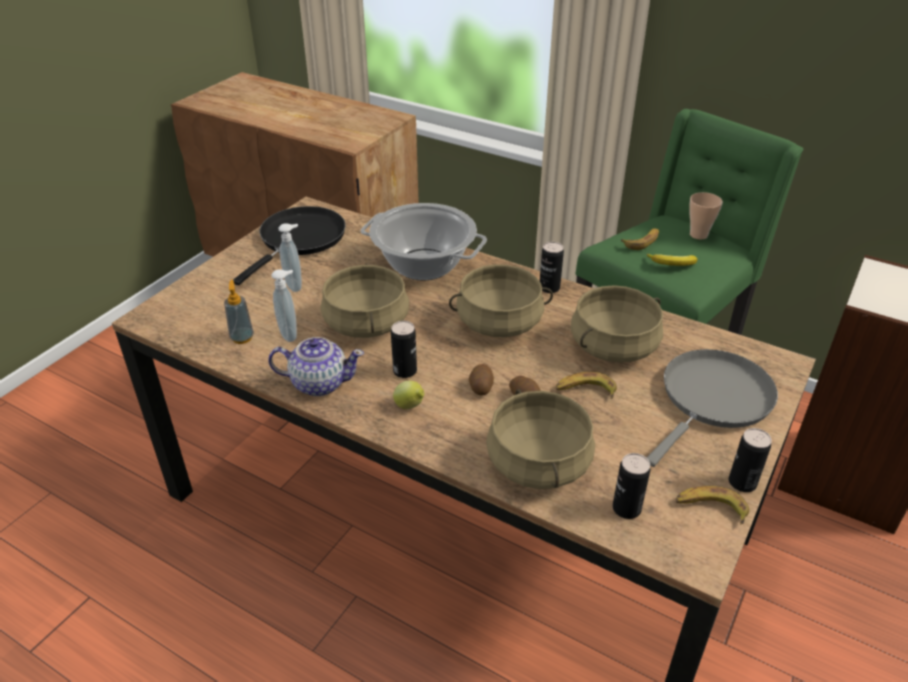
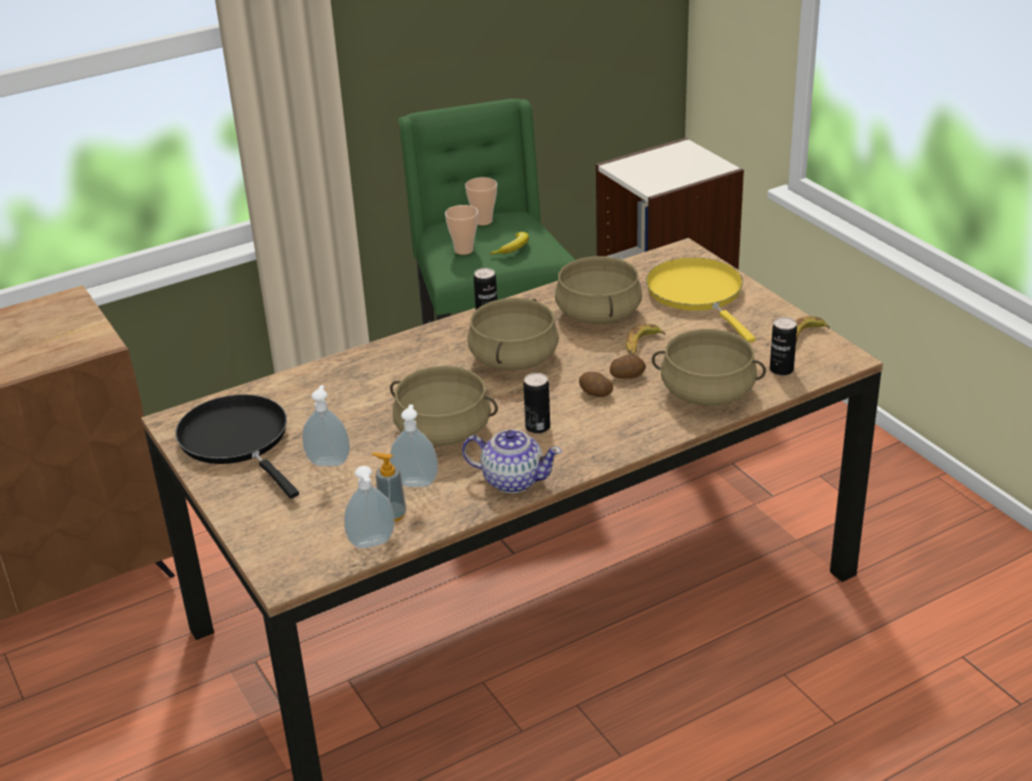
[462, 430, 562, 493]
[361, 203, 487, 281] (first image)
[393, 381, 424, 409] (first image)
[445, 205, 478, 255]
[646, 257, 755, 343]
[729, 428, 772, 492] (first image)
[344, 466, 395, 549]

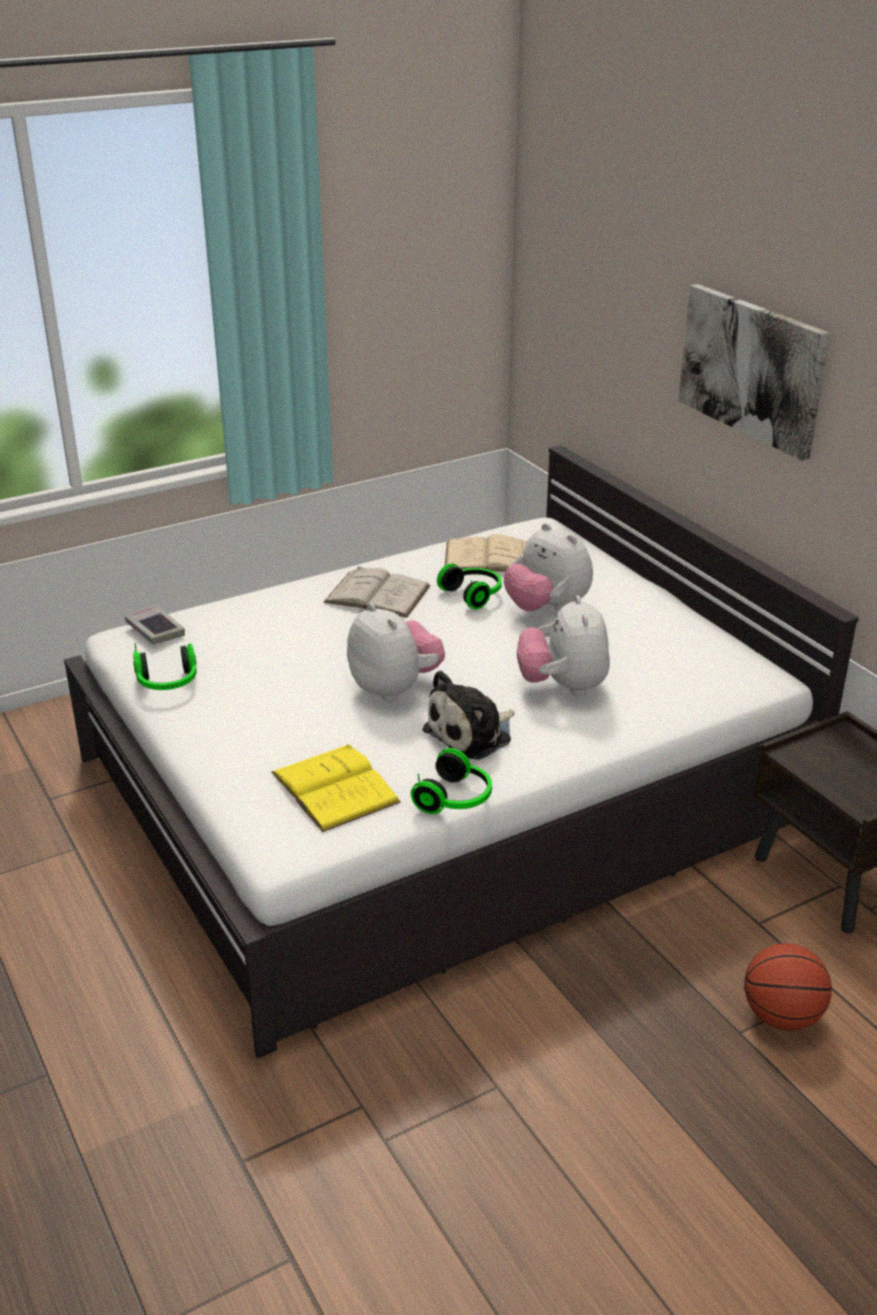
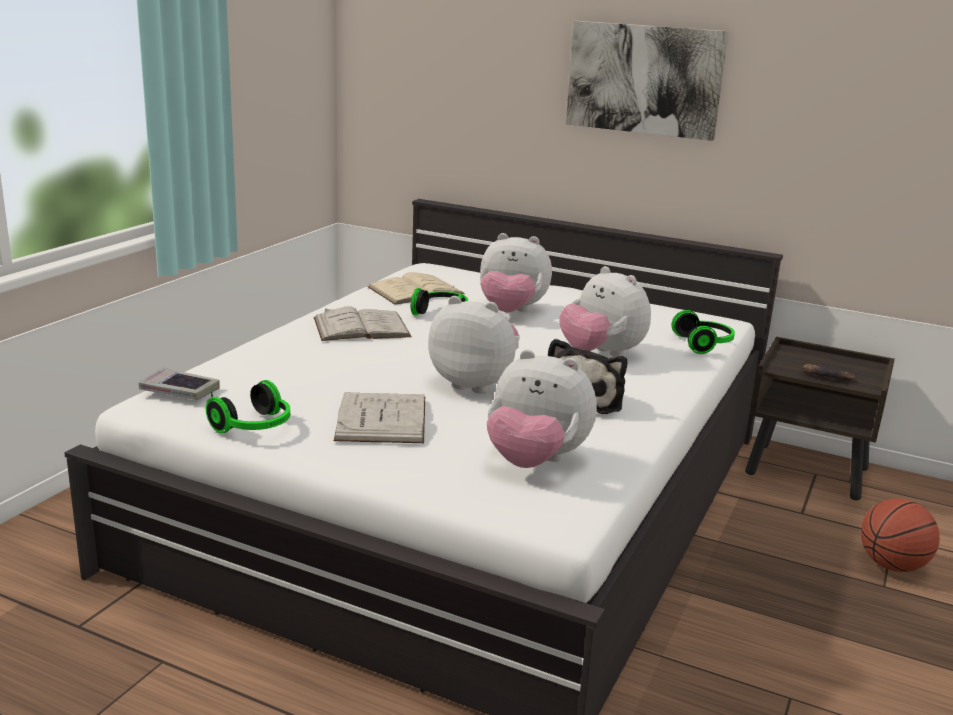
[487, 349, 597, 468]
[672, 310, 735, 354]
[334, 392, 425, 443]
[801, 364, 855, 380]

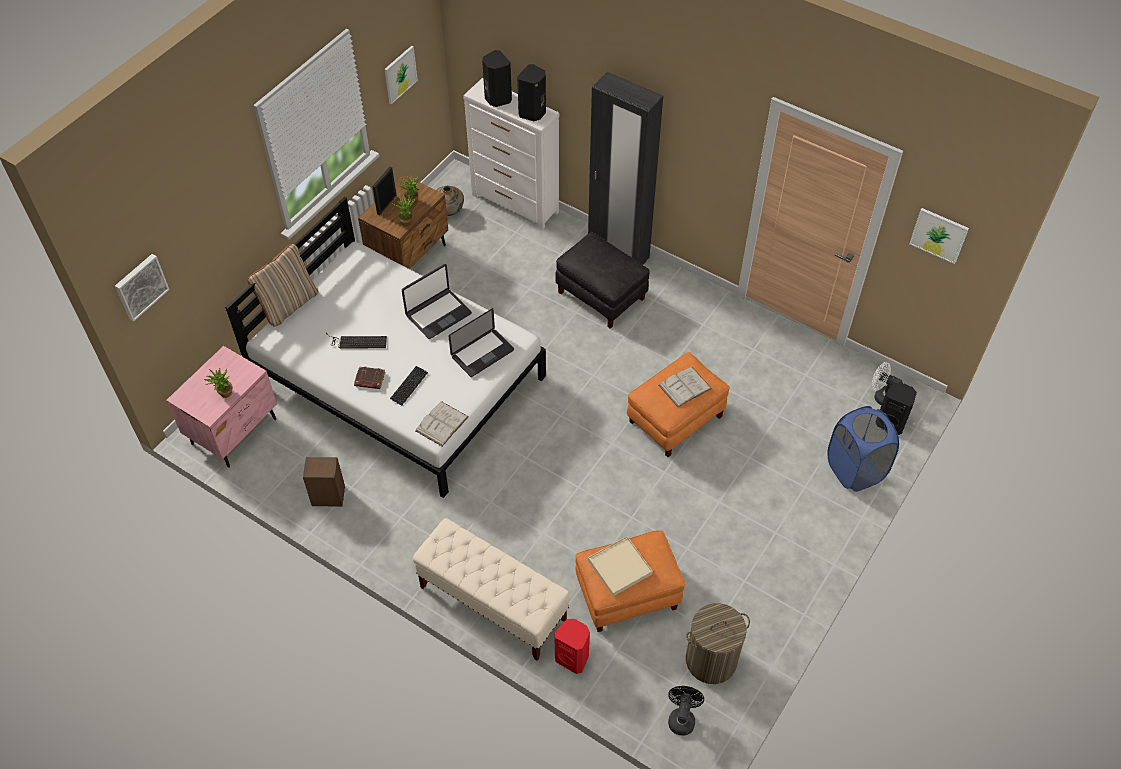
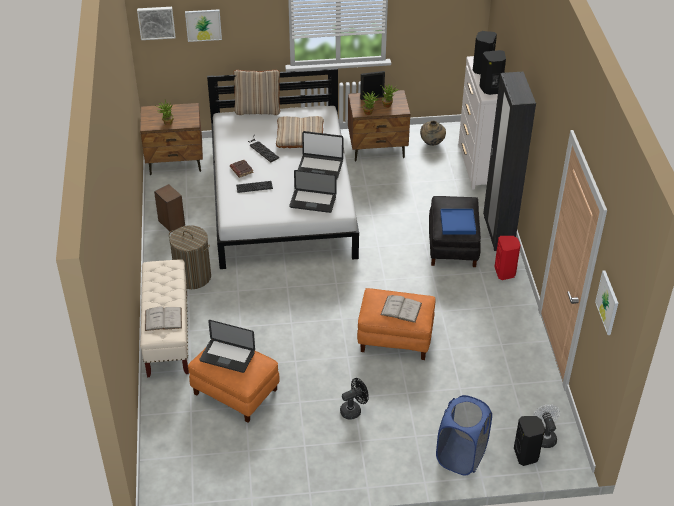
[140, 103, 203, 175]
[185, 9, 222, 42]
[145, 306, 182, 331]
[494, 236, 520, 280]
[199, 320, 255, 373]
[340, 378, 369, 420]
[169, 225, 211, 289]
[276, 116, 324, 148]
[440, 209, 476, 235]

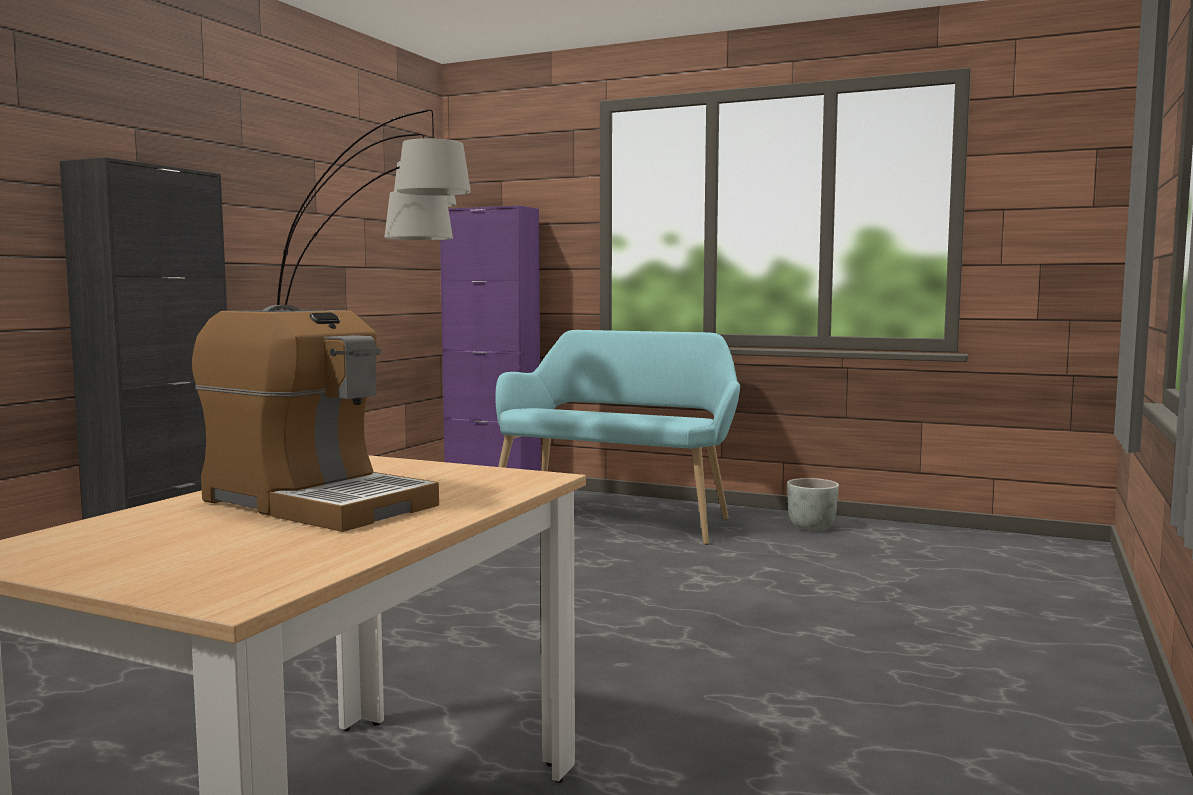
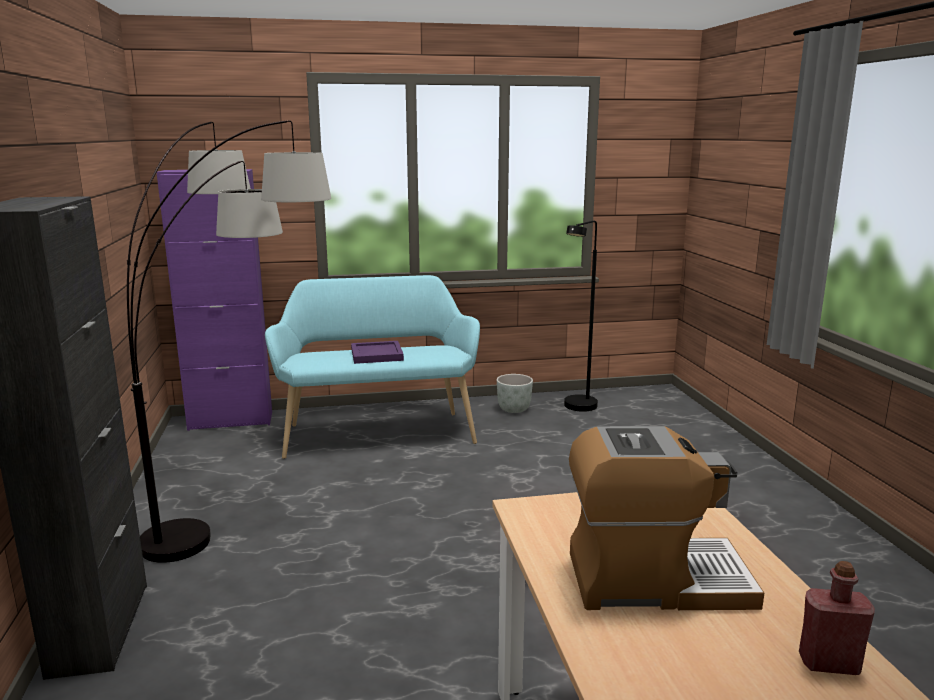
[351, 341, 404, 364]
[564, 221, 598, 412]
[799, 561, 875, 675]

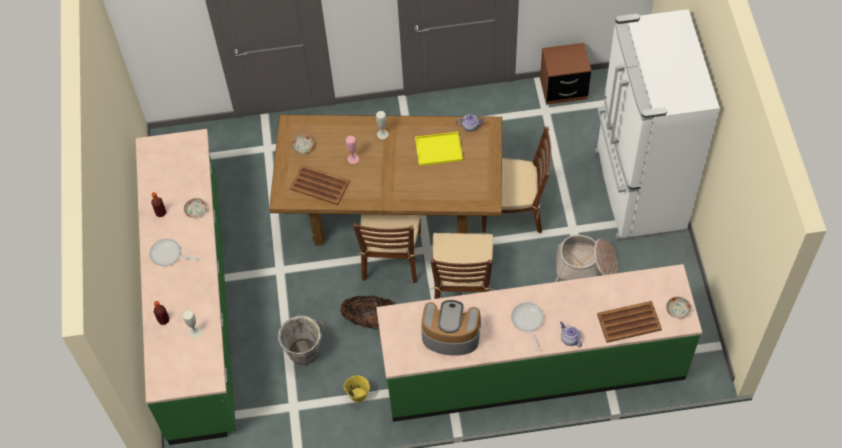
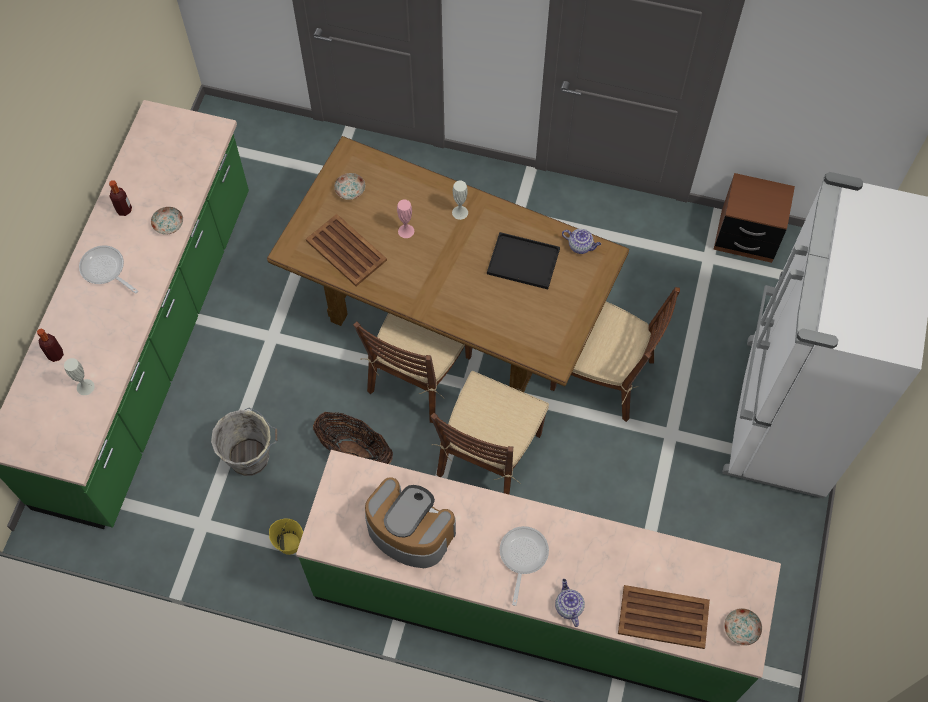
[487, 232, 560, 289]
[555, 235, 618, 282] (first image)

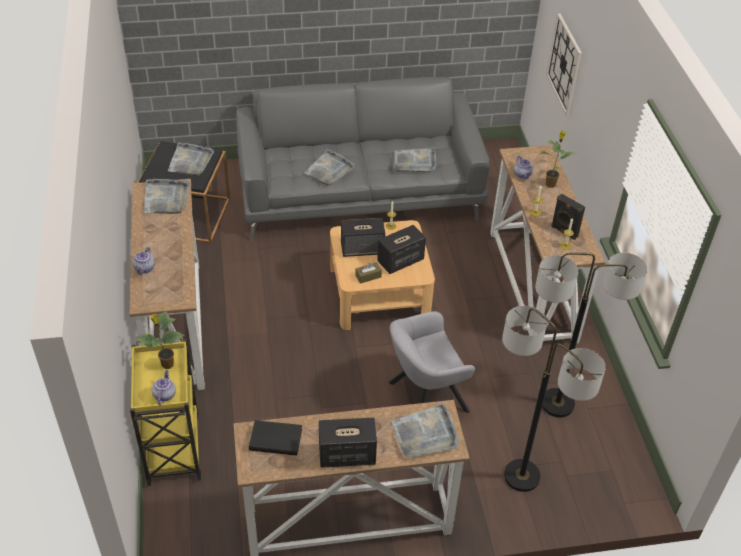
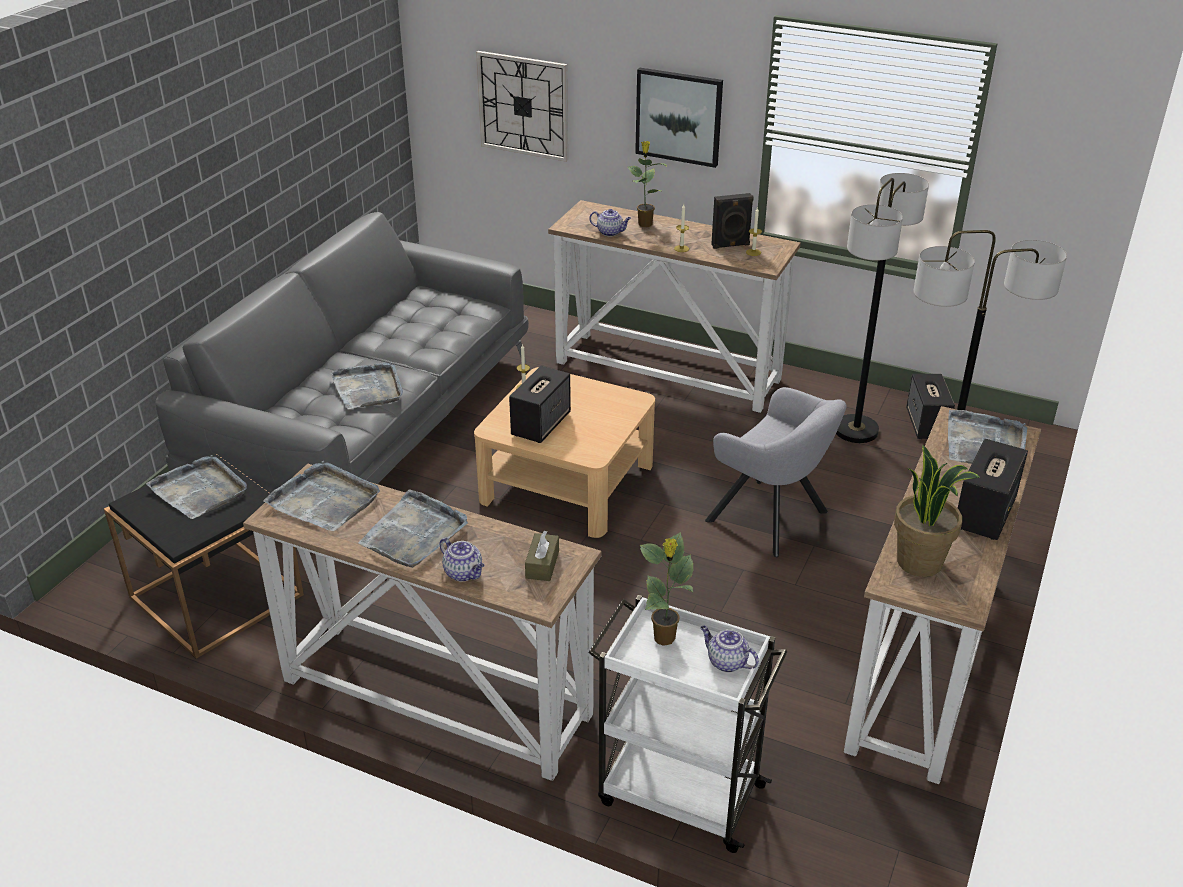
[588, 595, 787, 853]
[894, 445, 980, 577]
[525, 531, 559, 581]
[906, 374, 955, 439]
[705, 387, 847, 557]
[358, 490, 468, 568]
[635, 68, 723, 168]

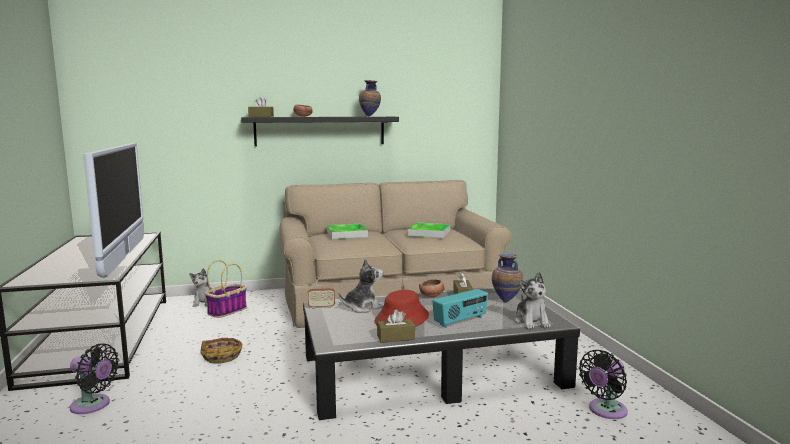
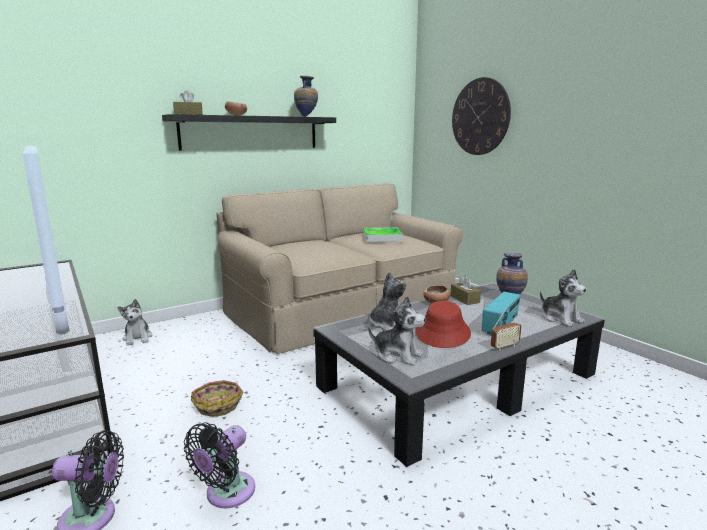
[205, 260, 247, 318] (first image)
[491, 308, 522, 351]
[327, 224, 368, 239] (first image)
[377, 310, 415, 343] (first image)
[184, 423, 255, 508]
[368, 296, 426, 365]
[452, 77, 511, 155]

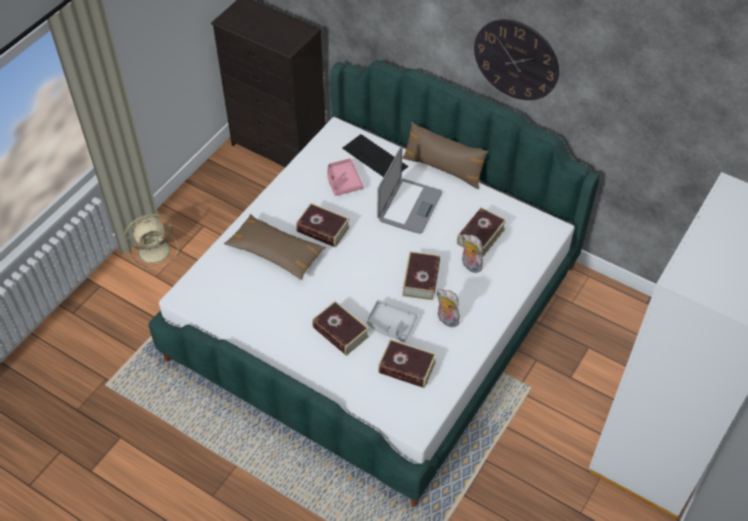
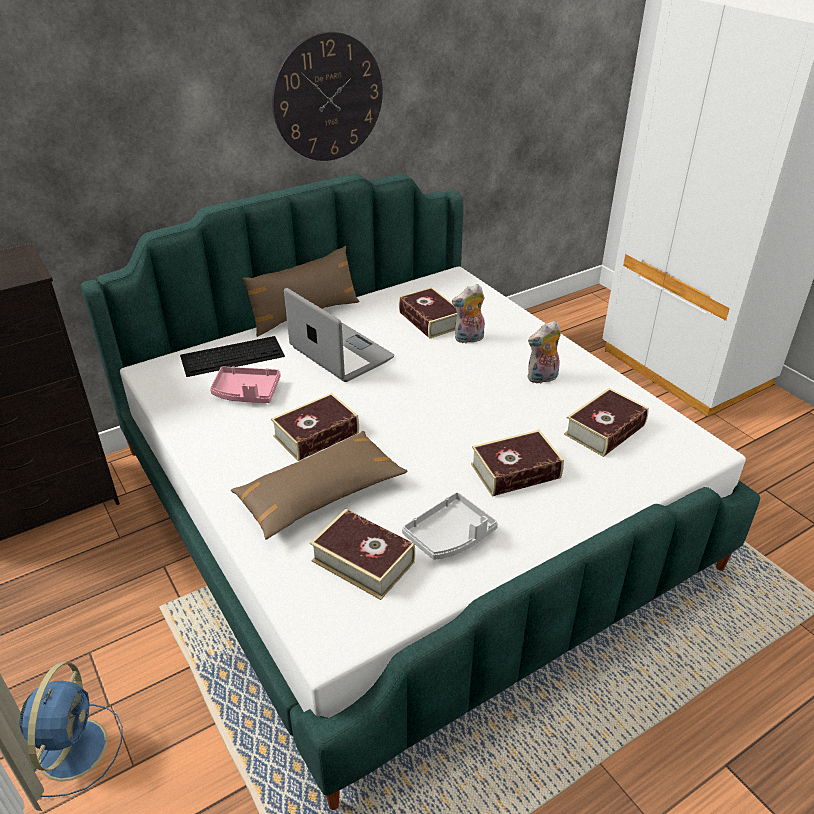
[19, 662, 123, 797]
[402, 492, 498, 560]
[310, 509, 415, 600]

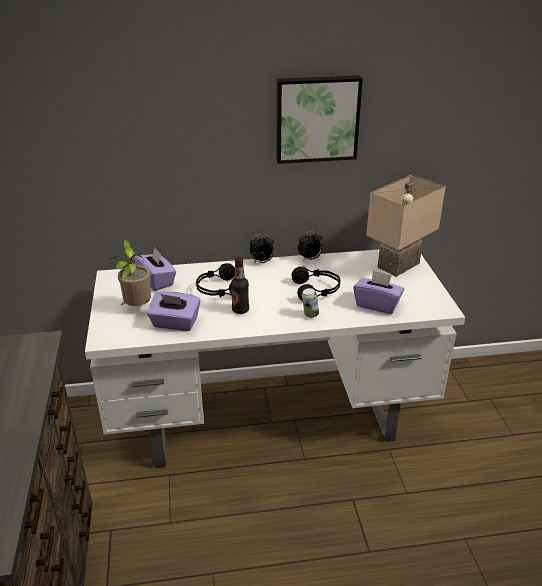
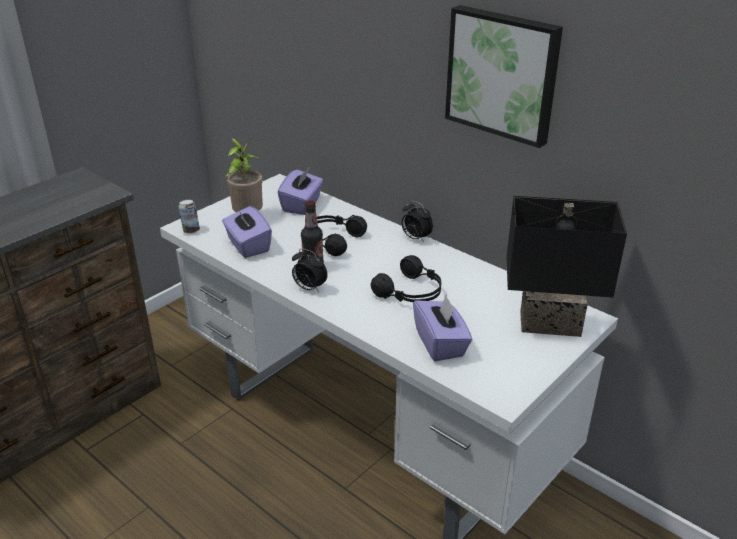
[292, 248, 328, 292]
[179, 200, 200, 234]
[506, 196, 627, 337]

